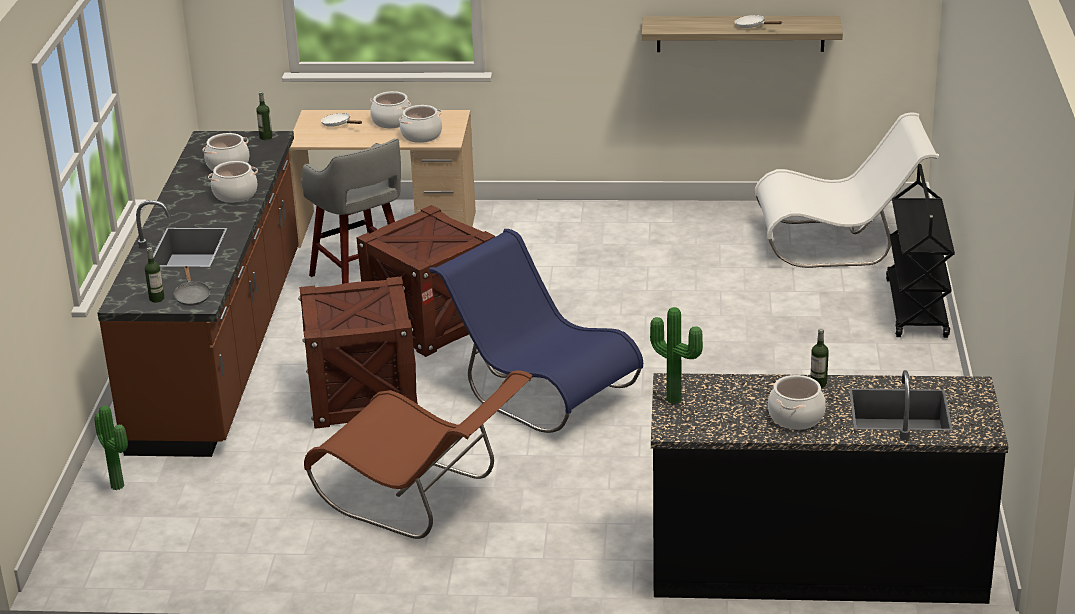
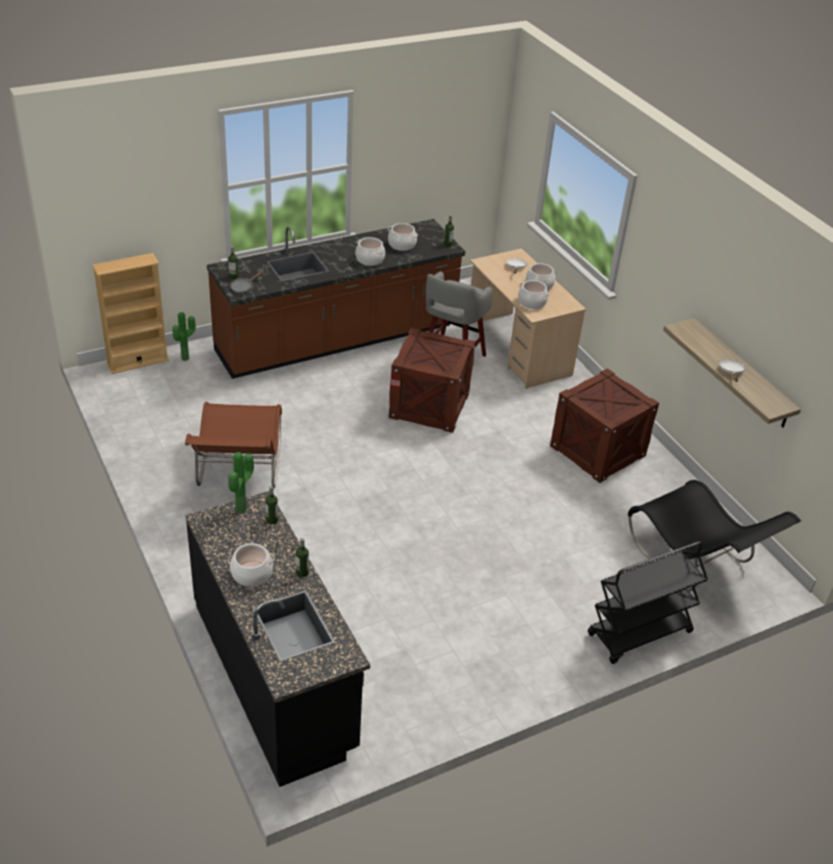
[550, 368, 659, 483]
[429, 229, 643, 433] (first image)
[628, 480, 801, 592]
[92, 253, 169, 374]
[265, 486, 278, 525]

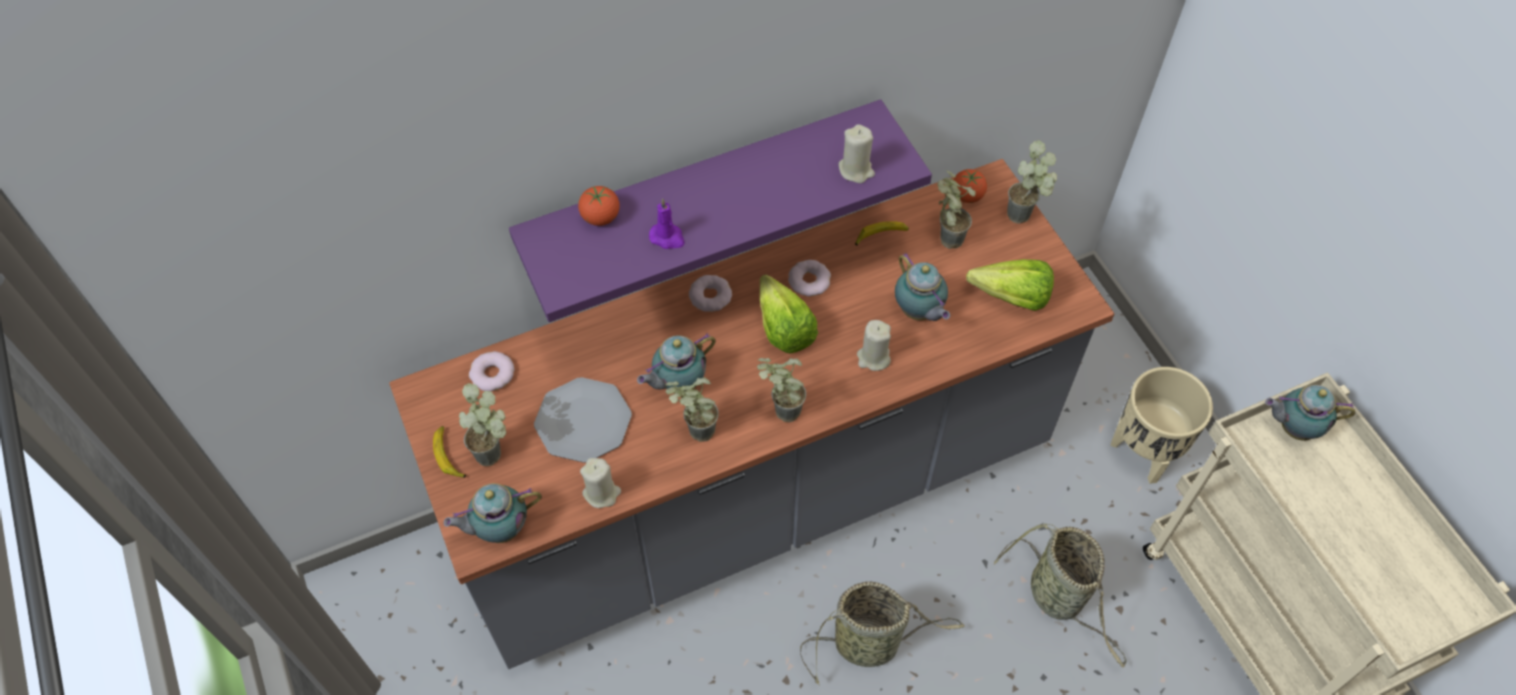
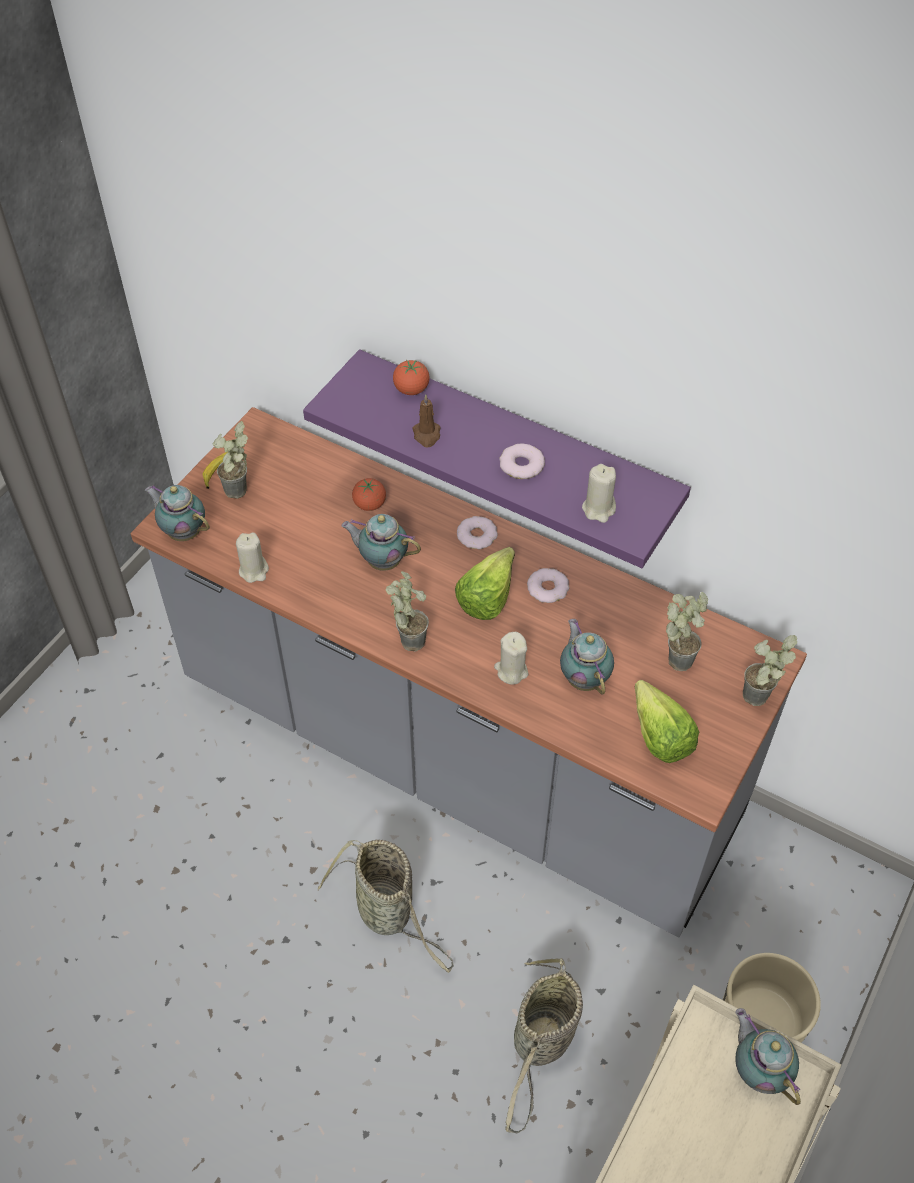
[499, 443, 545, 479]
[534, 377, 632, 463] (first image)
[412, 394, 441, 447]
[665, 377, 718, 442] (first image)
[855, 222, 909, 246] (first image)
[560, 619, 614, 695]
[352, 478, 386, 511]

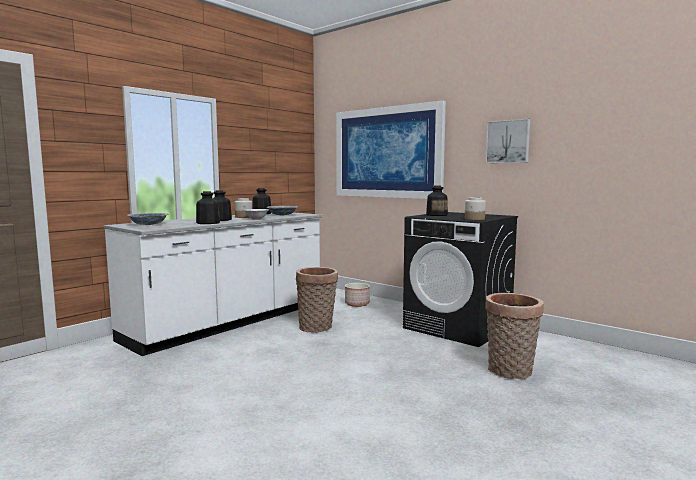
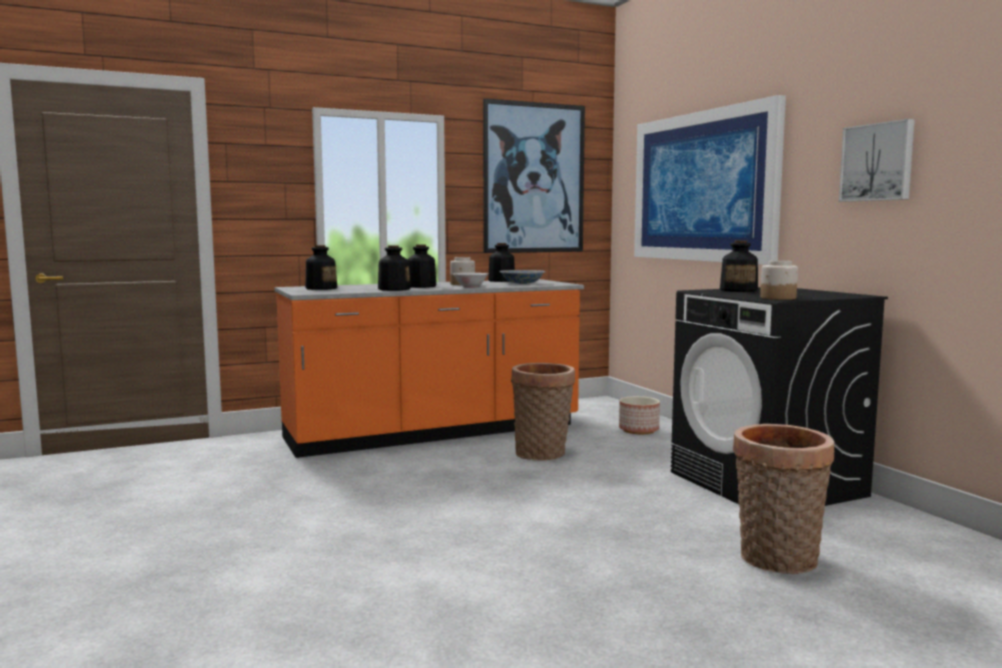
[275, 279, 584, 458]
[305, 245, 337, 290]
[483, 98, 585, 253]

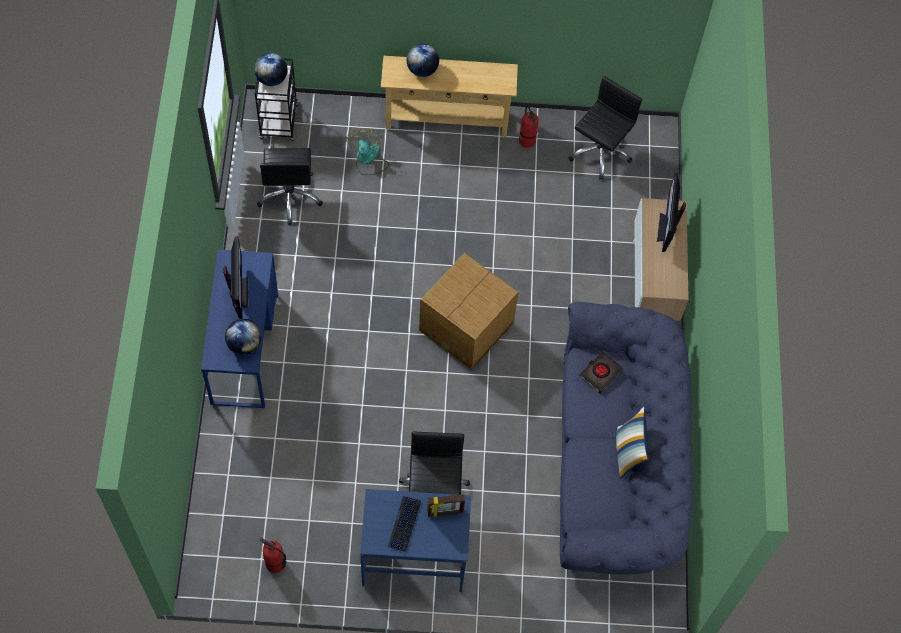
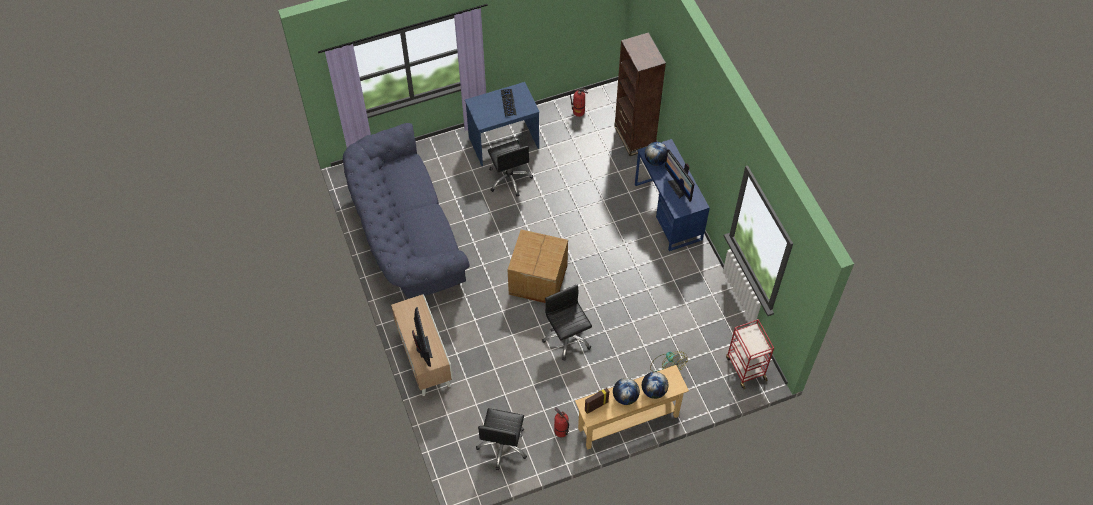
[613, 378, 640, 405]
[726, 319, 774, 389]
[542, 284, 592, 360]
[585, 388, 609, 414]
[579, 351, 624, 393] (first image)
[616, 407, 648, 479] (first image)
[614, 32, 666, 156]

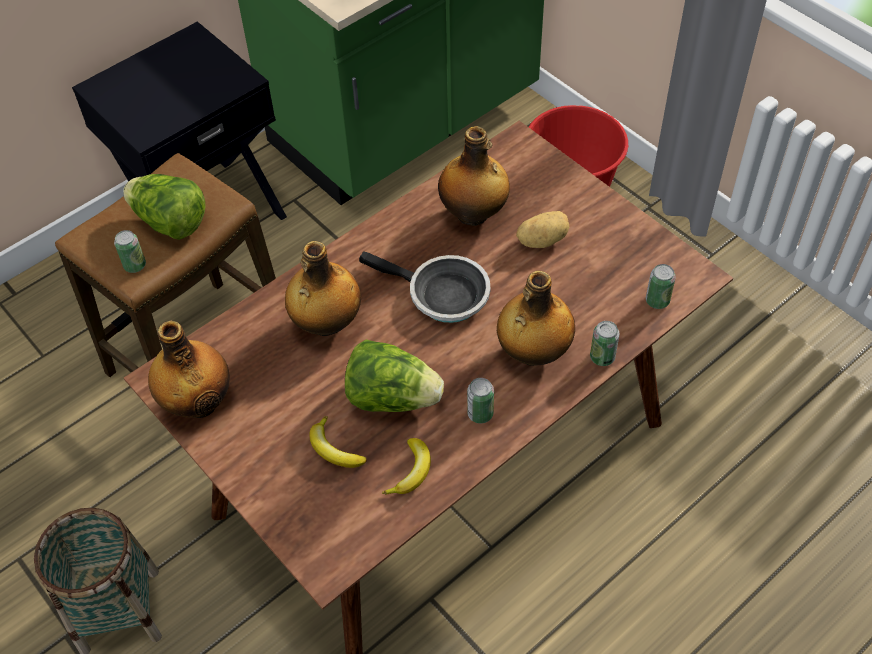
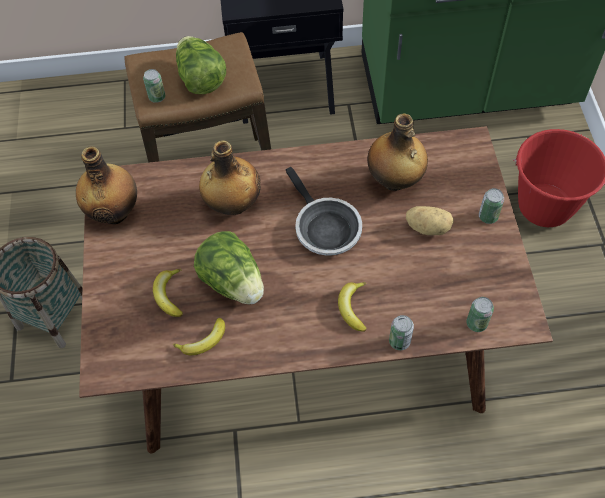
[479, 188, 504, 224]
[338, 282, 367, 332]

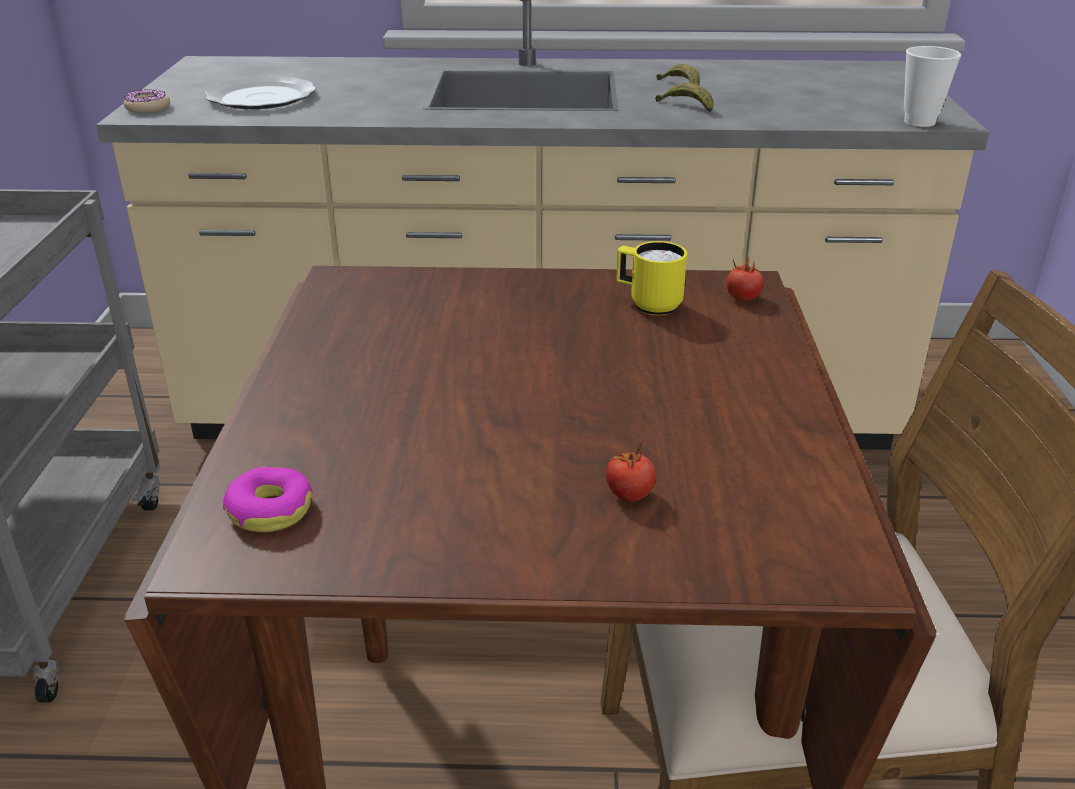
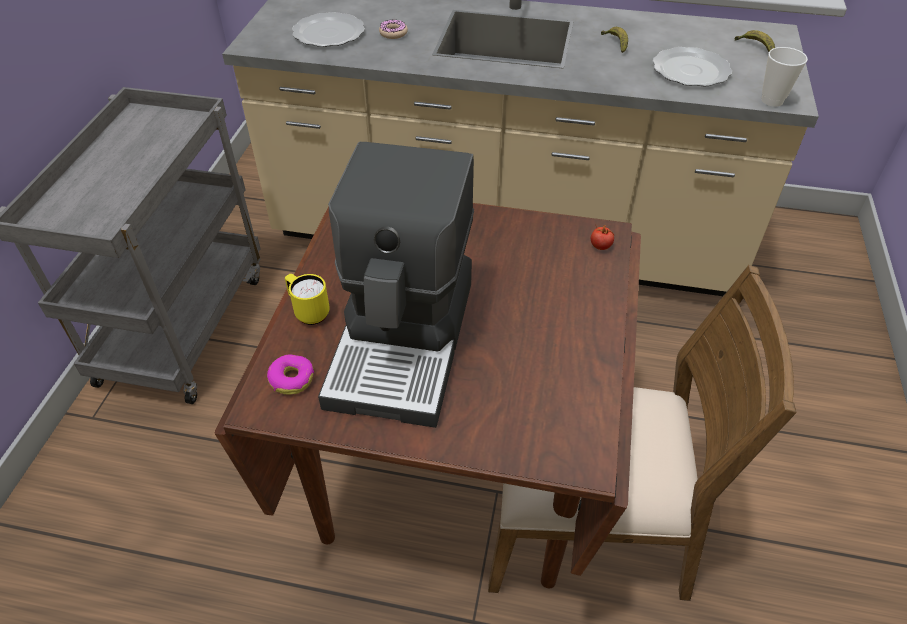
[379, 19, 408, 39]
[606, 441, 656, 501] (first image)
[285, 274, 330, 325]
[735, 30, 775, 52]
[318, 142, 474, 428]
[653, 47, 732, 87]

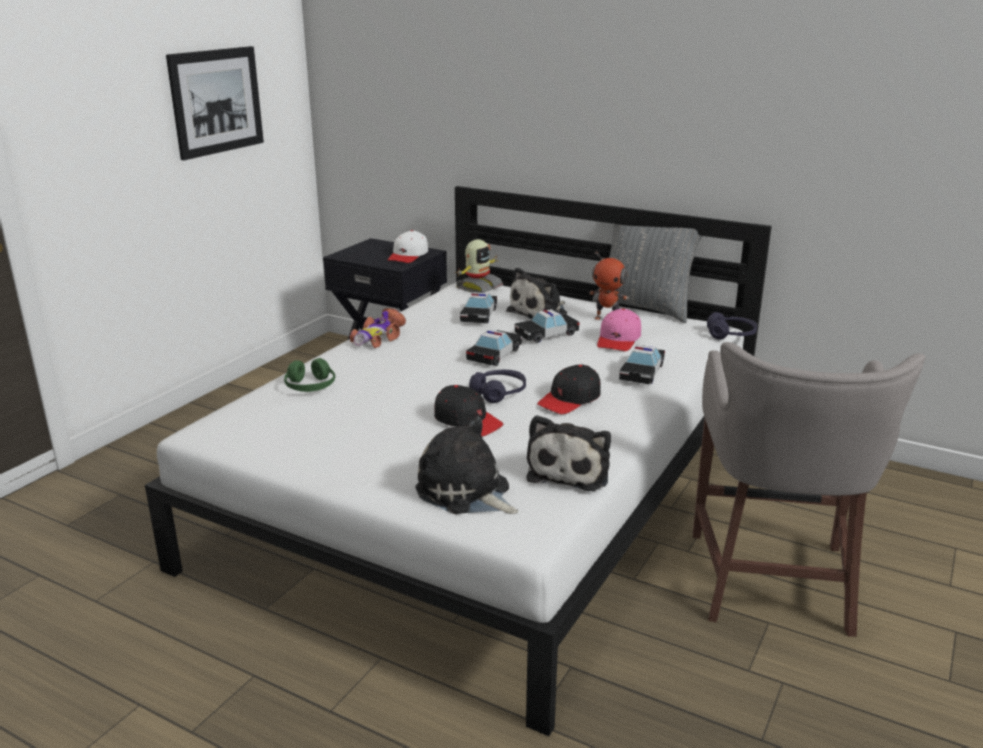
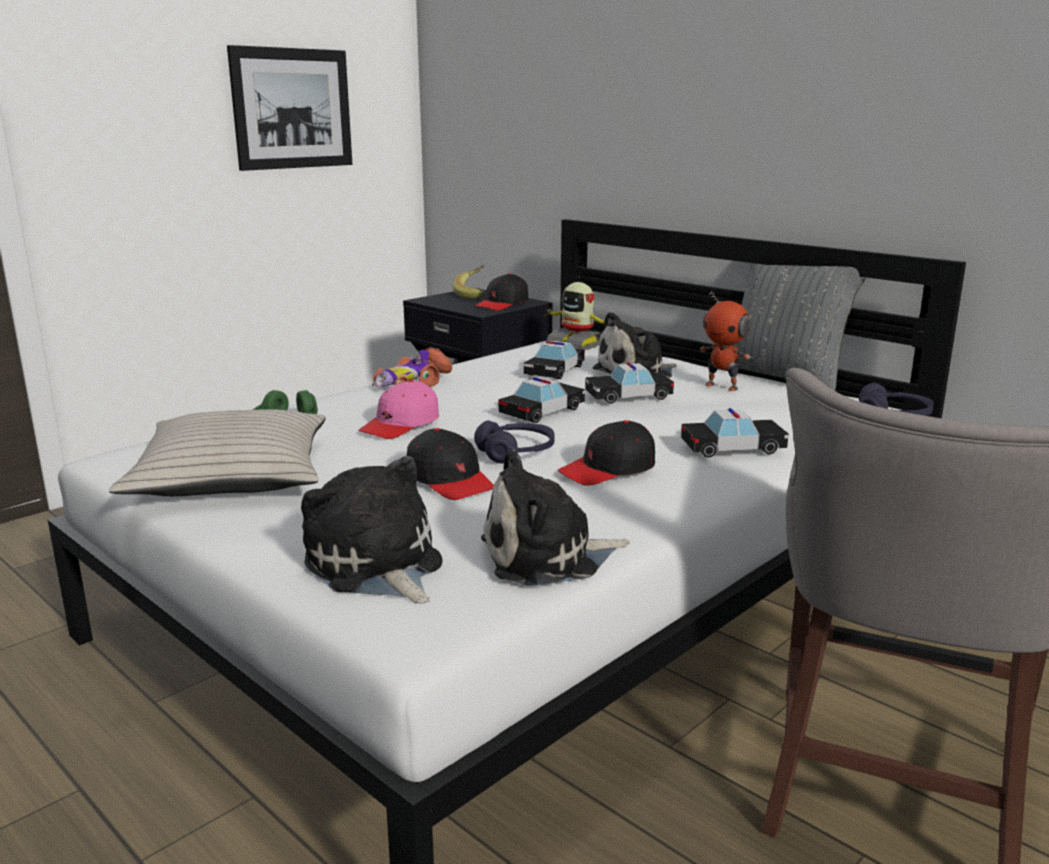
[474, 273, 528, 311]
[545, 282, 605, 350]
[481, 449, 629, 586]
[358, 380, 439, 439]
[681, 408, 789, 458]
[109, 409, 325, 496]
[453, 266, 485, 299]

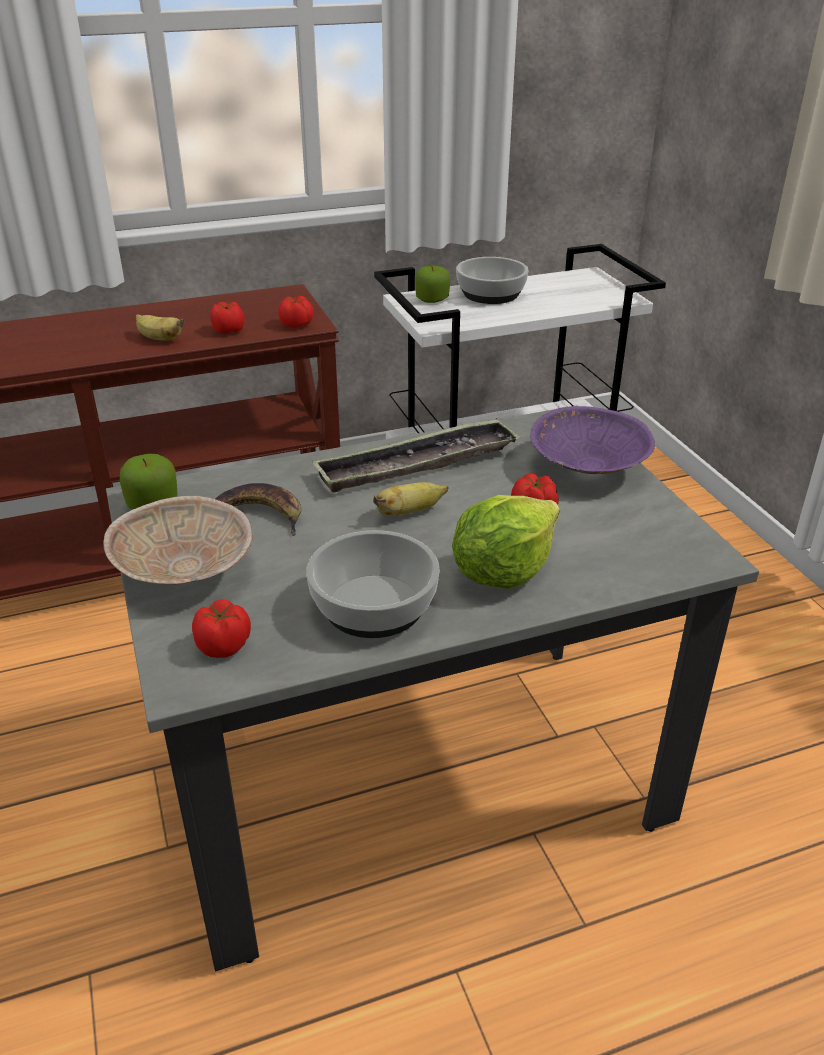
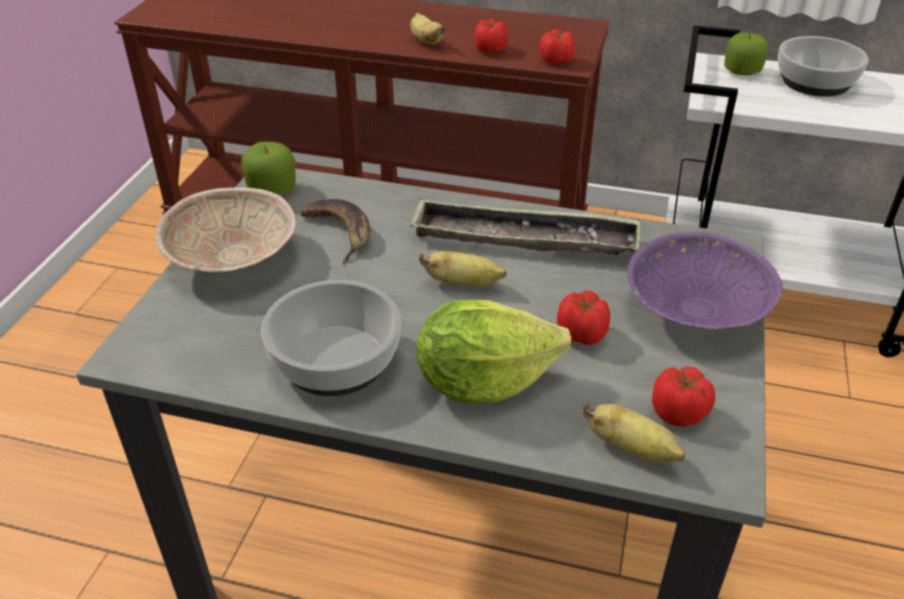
[652, 367, 715, 427]
[583, 403, 685, 463]

